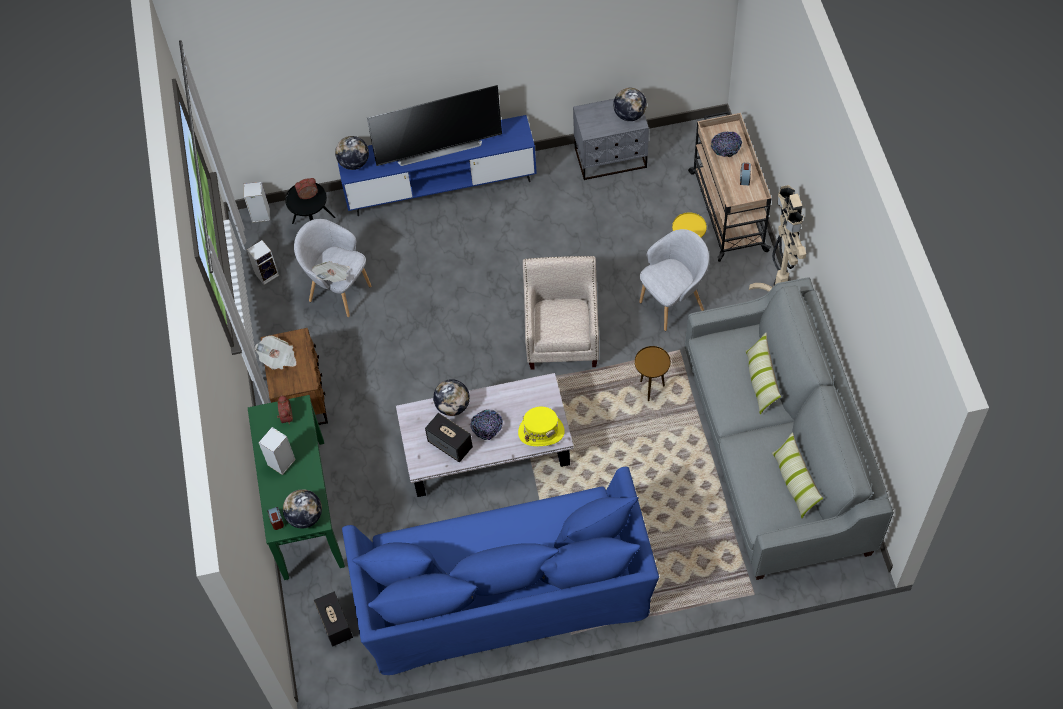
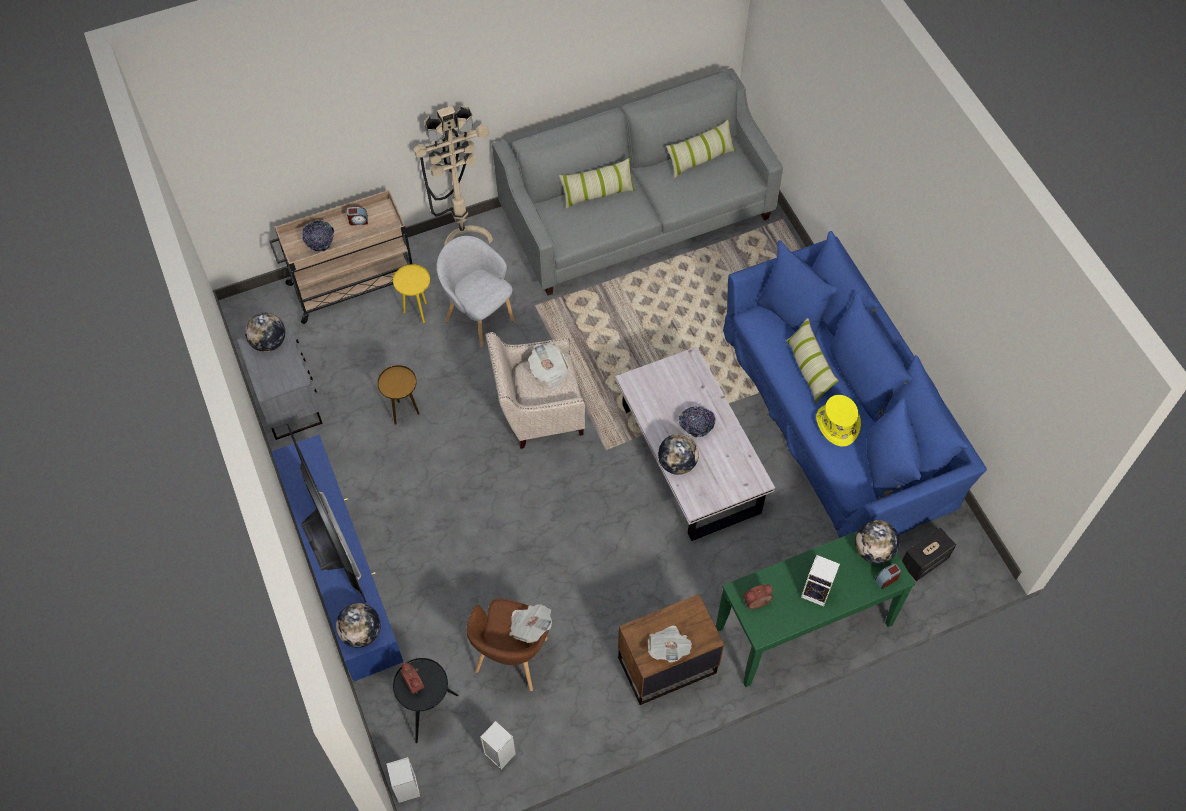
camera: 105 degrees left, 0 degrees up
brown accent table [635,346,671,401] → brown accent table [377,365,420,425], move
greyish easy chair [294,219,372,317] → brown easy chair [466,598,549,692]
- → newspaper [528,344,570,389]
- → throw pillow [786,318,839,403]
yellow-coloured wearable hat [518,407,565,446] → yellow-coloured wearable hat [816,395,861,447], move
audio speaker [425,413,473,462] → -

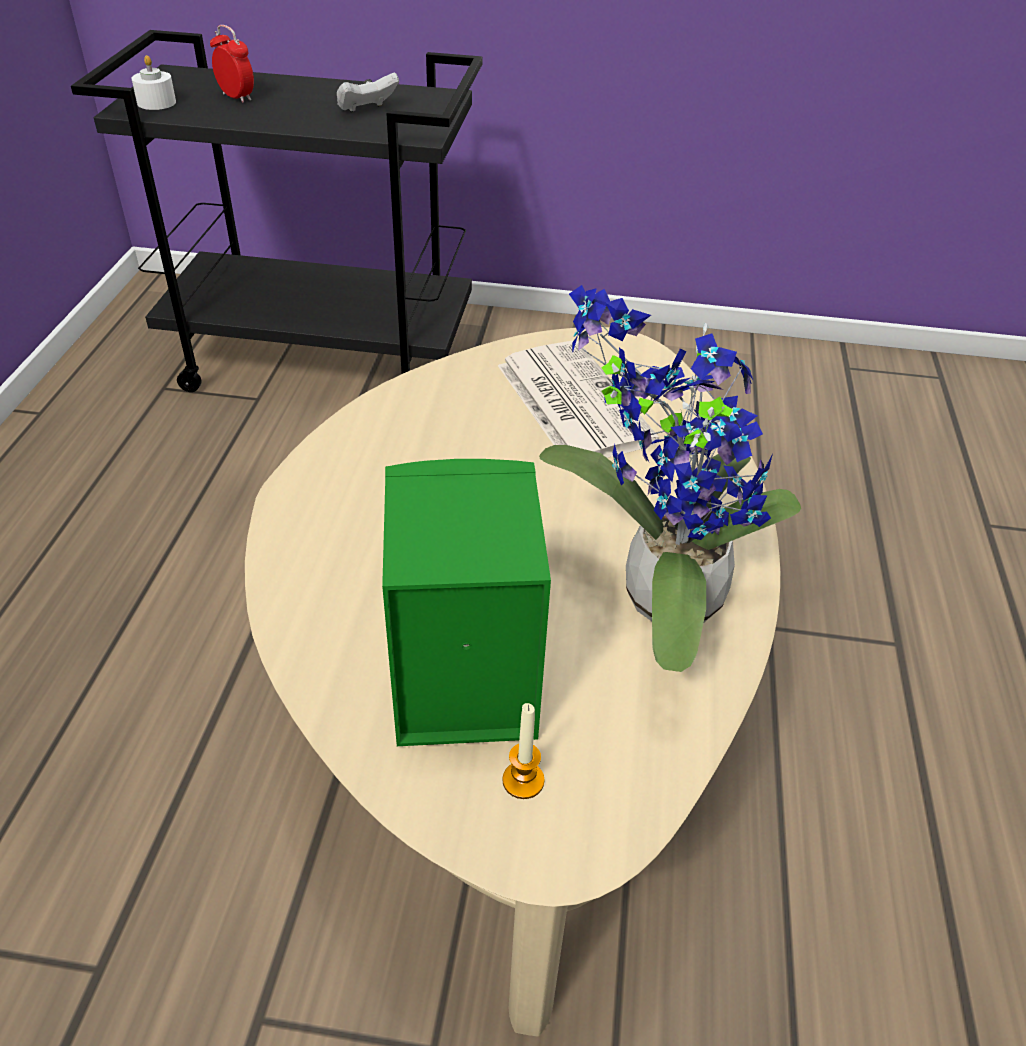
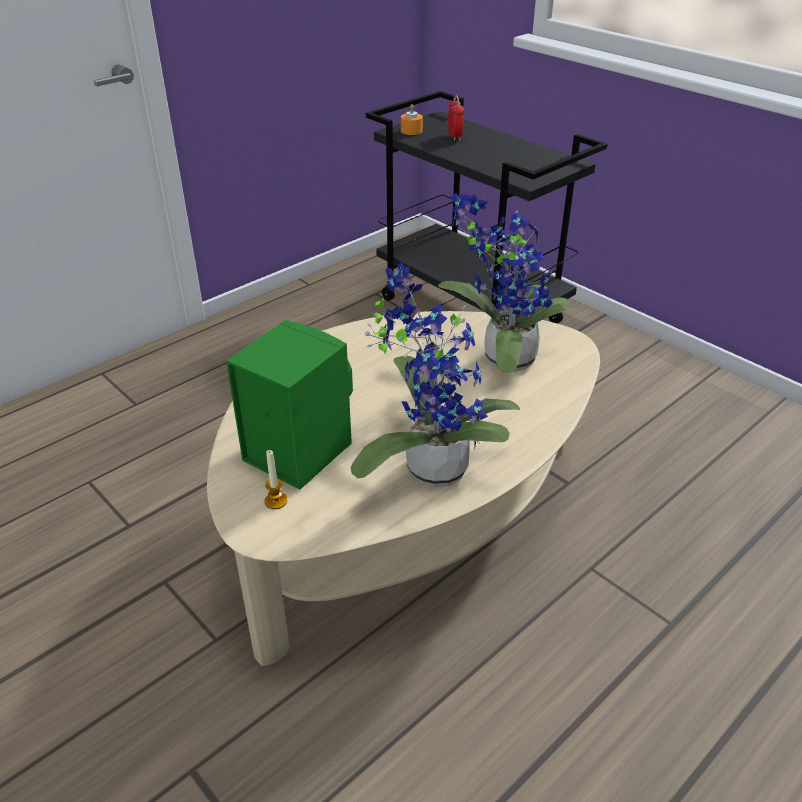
camera: 40 degrees right, 5 degrees down
whitish wax candle [132,55,176,110] → orange-coloured wax candle [401,104,423,135]
newspaper [498,341,659,458] → plant in a pot [438,193,572,373]
whitish gamepad [337,72,399,112] → -

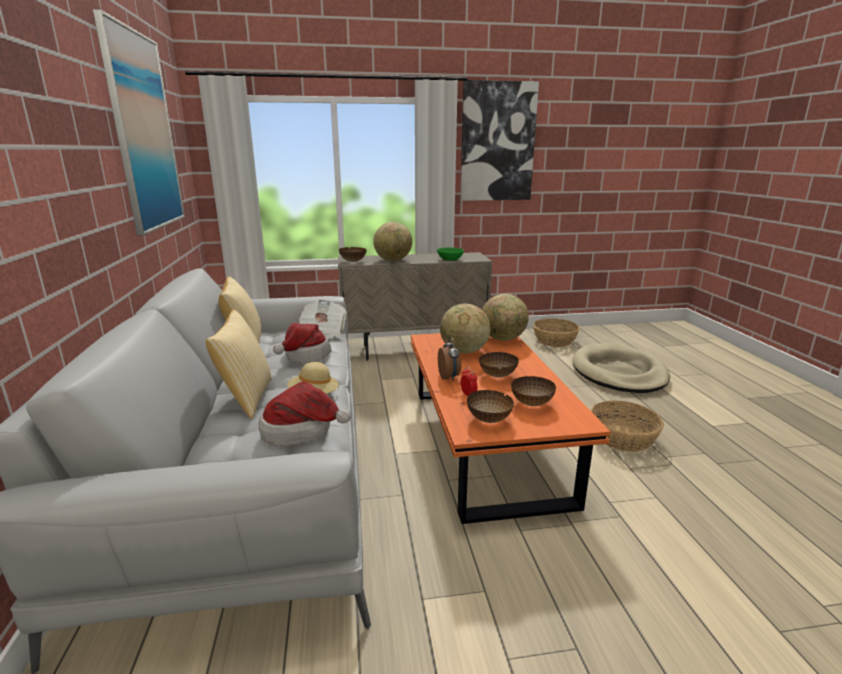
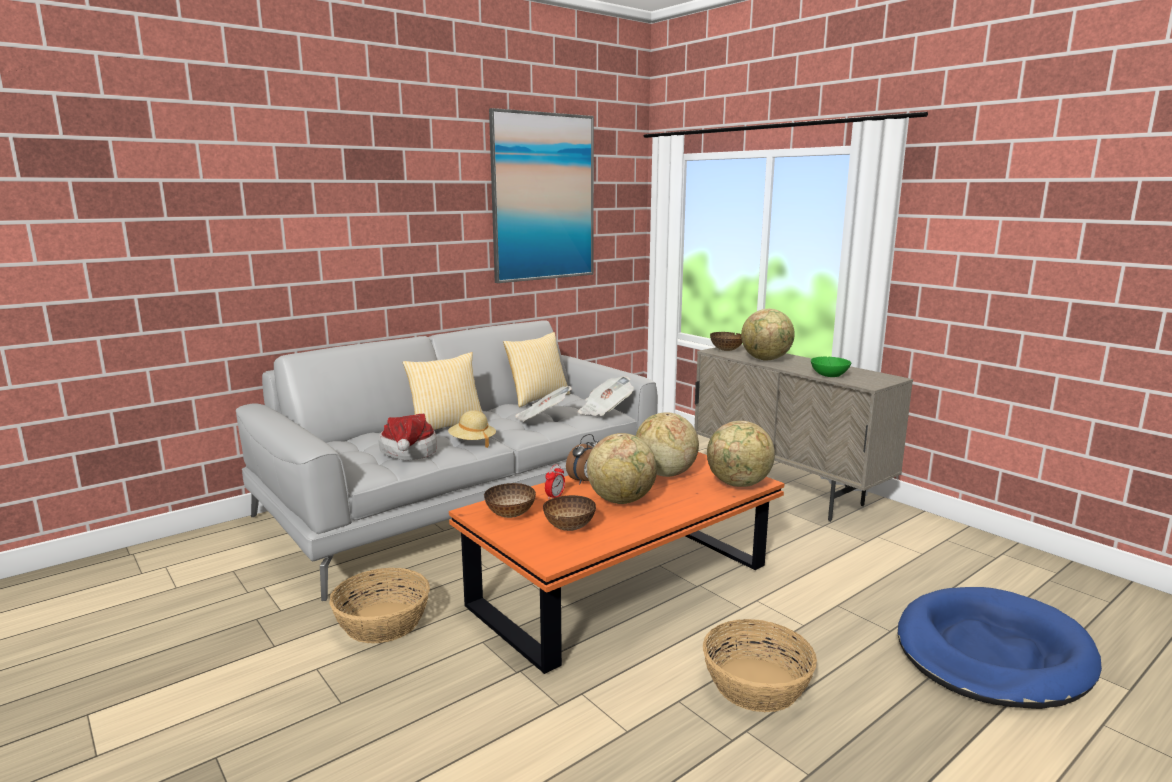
camera: 60 degrees right, 5 degrees down
basket [533,318,580,347] → basket [329,568,430,644], move
wearable hat [273,322,331,363] → newspaper [515,386,572,422]
bowl [479,352,519,377] → world globe [587,433,657,504]
sand-coloured dog bed [572,343,670,393] → bluish dog bed [898,587,1102,709]
wall picture [460,80,539,201] → -

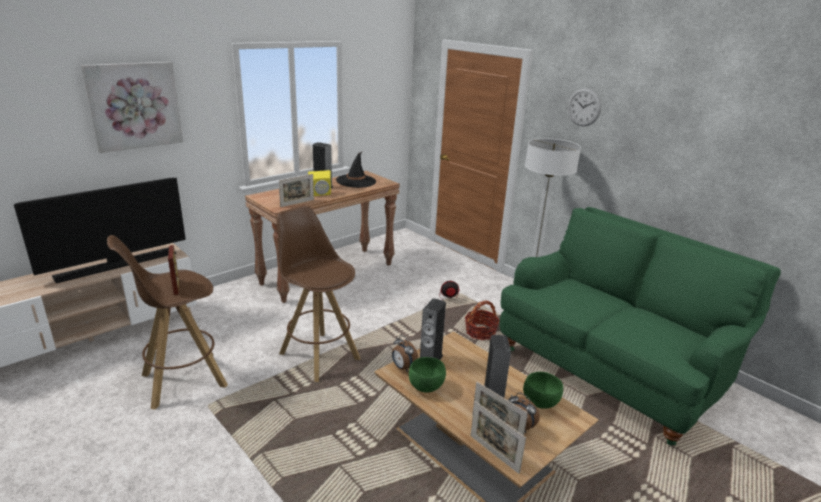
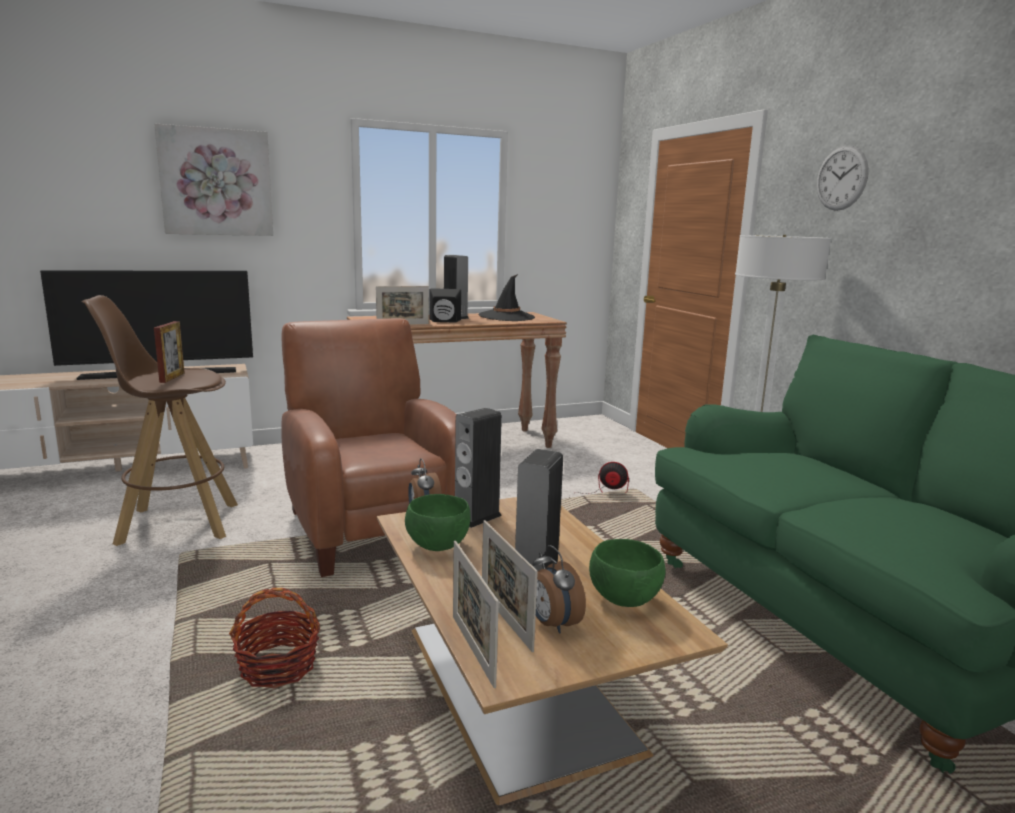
camera: 20 degrees right, 10 degrees down
basket [465,300,500,340] → basket [229,588,320,689], move
brown sitting stool [277,206,360,382] → brown easy chair [281,318,457,577]
yellow-coloured audio speaker [308,170,331,196] → blackish audio speaker [429,288,461,323]

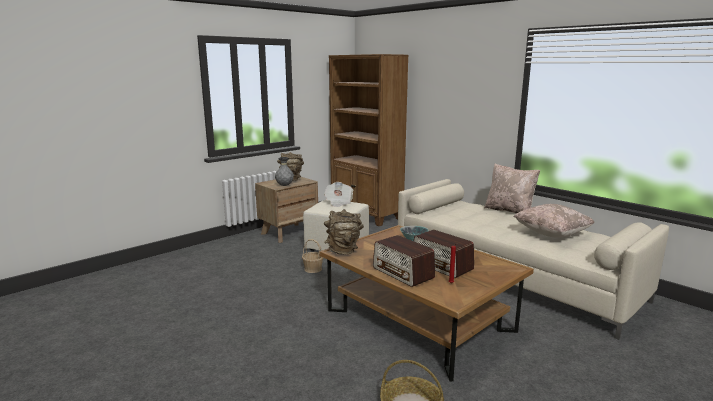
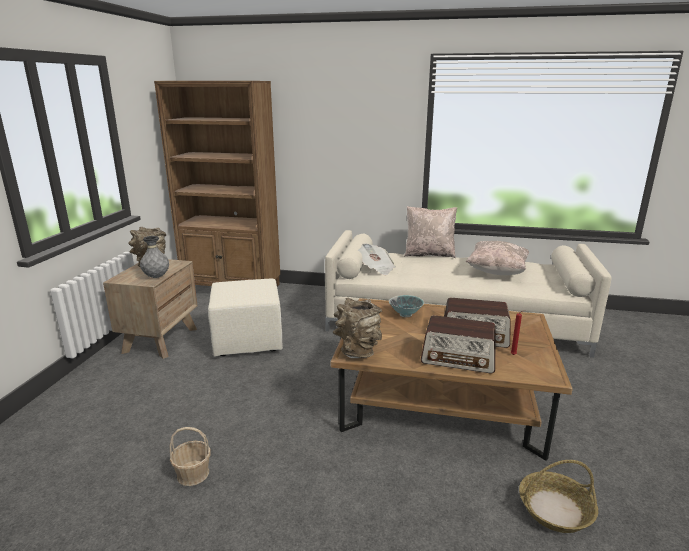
camera: 35 degrees left, 5 degrees up
basket [302,239,323,273] → basket [170,427,211,486], move
newspaper [324,182,353,207] → newspaper [358,243,396,275], move

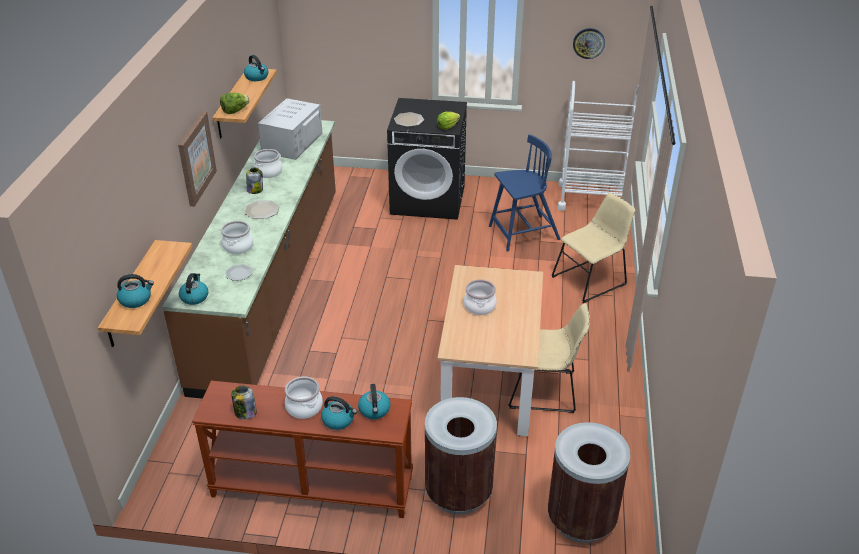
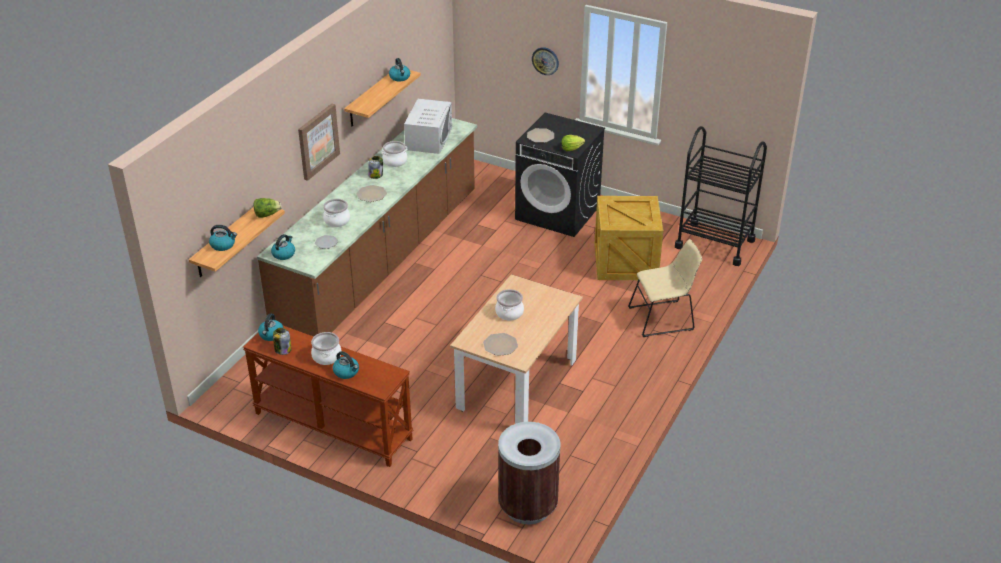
camera: 20 degrees right, 0 degrees up
lettuce head [220,93,250,114] → lettuce head [254,198,281,218], move
water kettle [358,384,391,419] → water kettle [258,314,284,341], move
whitish kitchen microwave [258,98,323,160] → whitish kitchen microwave [404,99,452,154], 150 degrees clockwise
- → plate [483,333,518,356]
wall clock [573,28,605,59] → wall clock [532,47,559,75], move
bluish chair [489,134,560,252] → crate [594,196,663,280]
whitish cart [557,81,639,211] → blackish cart [675,126,767,266]
brown trash can [425,397,497,515] → -
sand-coloured chair [508,303,590,413] → -

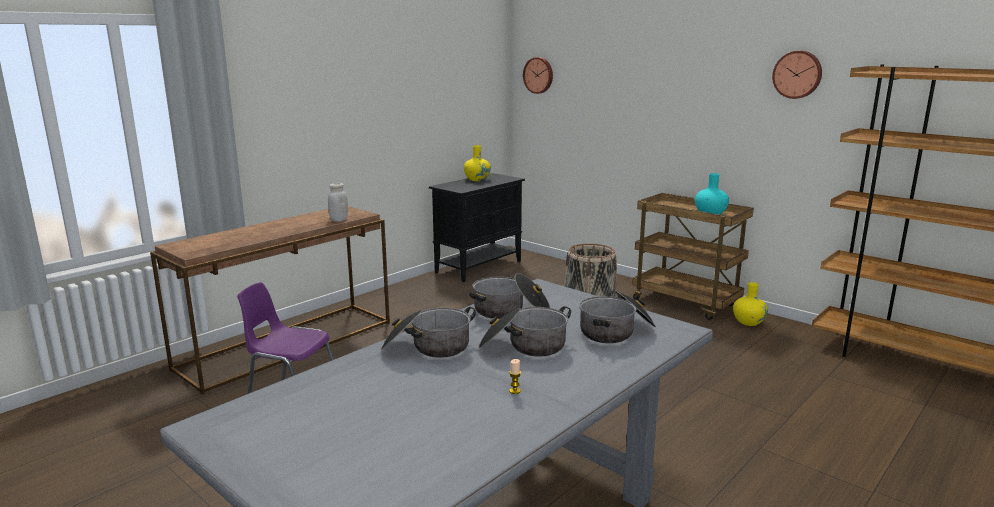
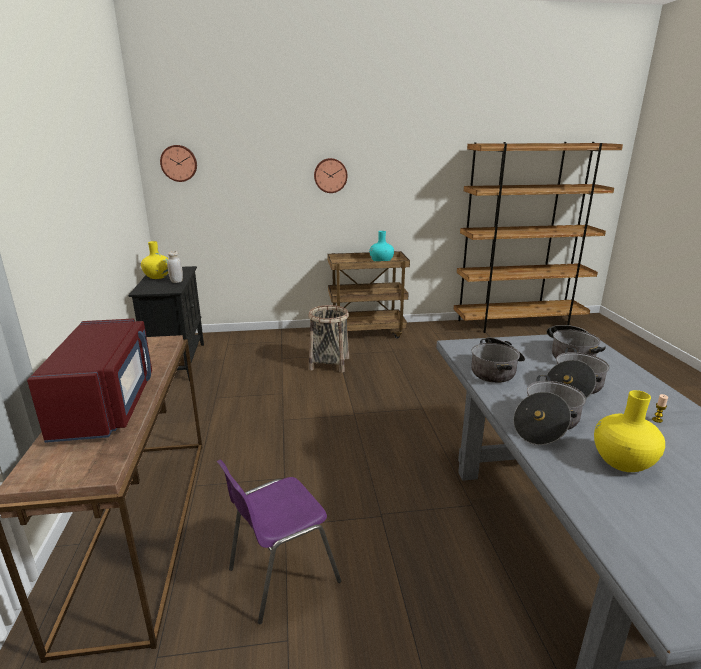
camera: 50 degrees left, 5 degrees up
- → red kitchen microwave [27,318,152,443]
whitish preserve jar [328,183,348,222] → whitish preserve jar [167,251,183,283], move
wall clock [772,51,822,99] → wall clock [314,158,347,193], move
yellow-coloured decorative vase [733,282,768,326] → yellow-coloured decorative vase [594,390,665,472], move

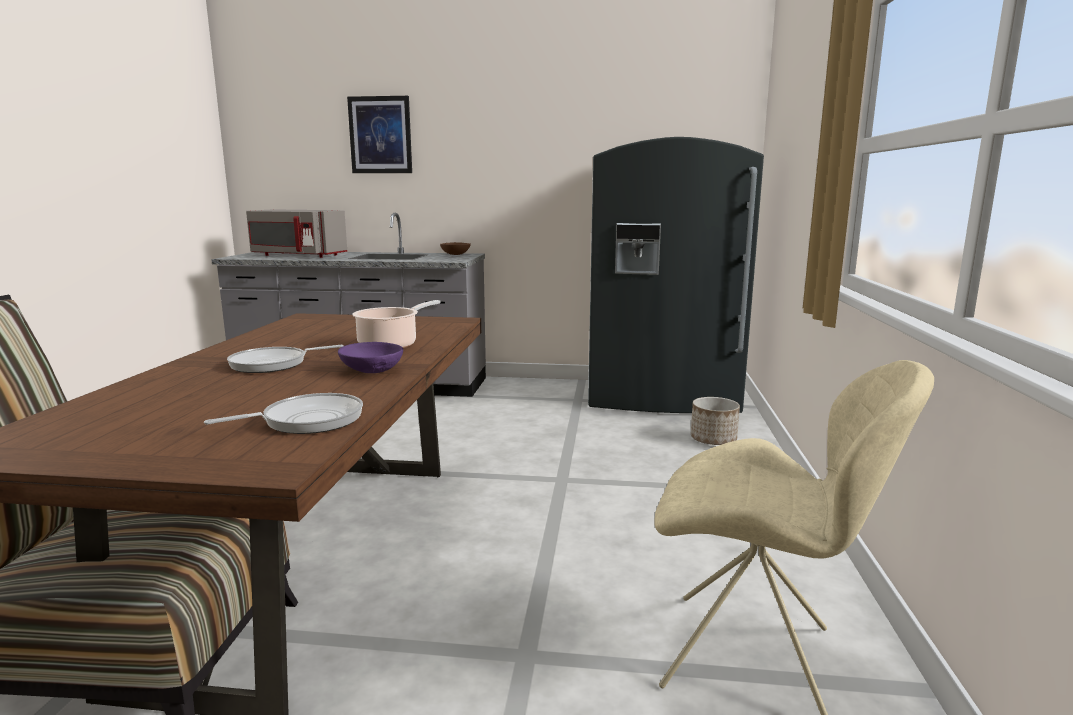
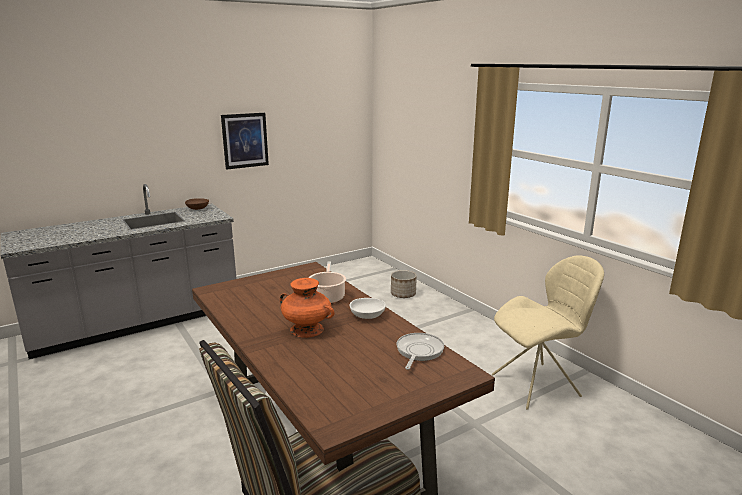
camera: 40 degrees left, 5 degrees up
wall picture [347,96,412,173] → wall picture [221,113,269,170], move
frying pan [227,345,344,373] → orange-coloured decorative vase [280,278,334,338]
purple bowl [338,342,403,373] → whitish bowl [350,298,386,319]
greyish kitchen microwave [246,210,347,258] → -
greyish fridge [588,137,764,413] → -

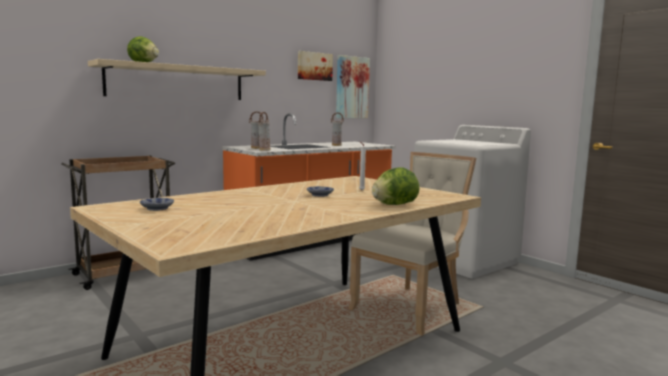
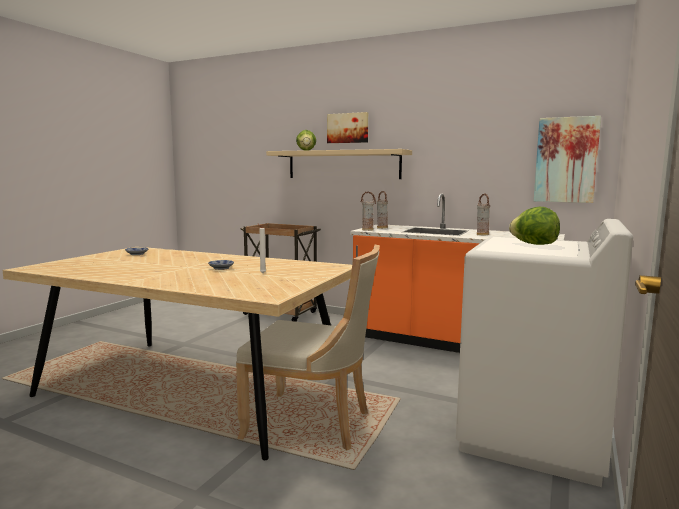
camera: 65 degrees right, 0 degrees up
wall picture [298,51,333,81] → wall picture [327,112,368,143], move
lettuce head [372,167,419,205] → lettuce head [509,207,560,245], move

